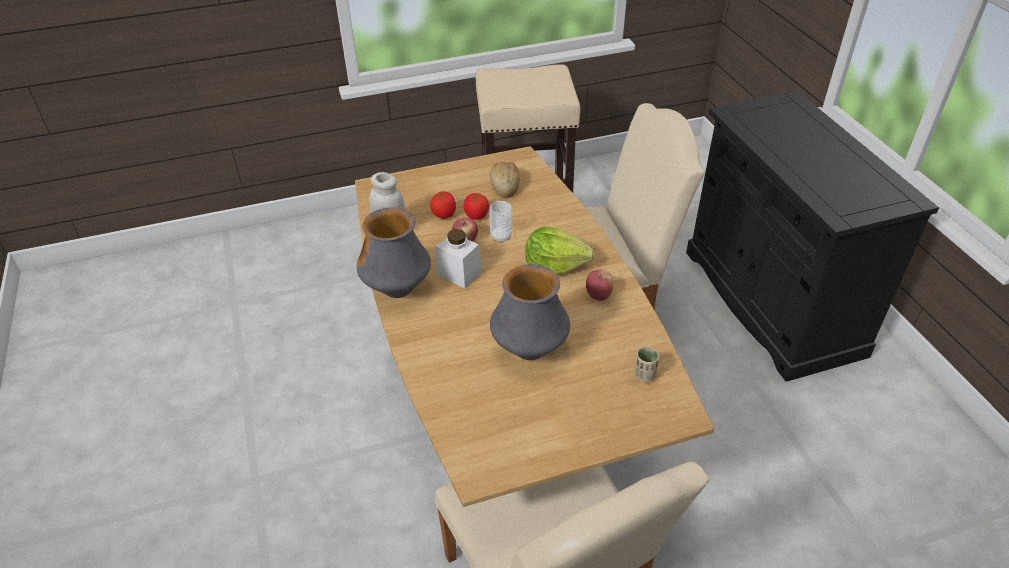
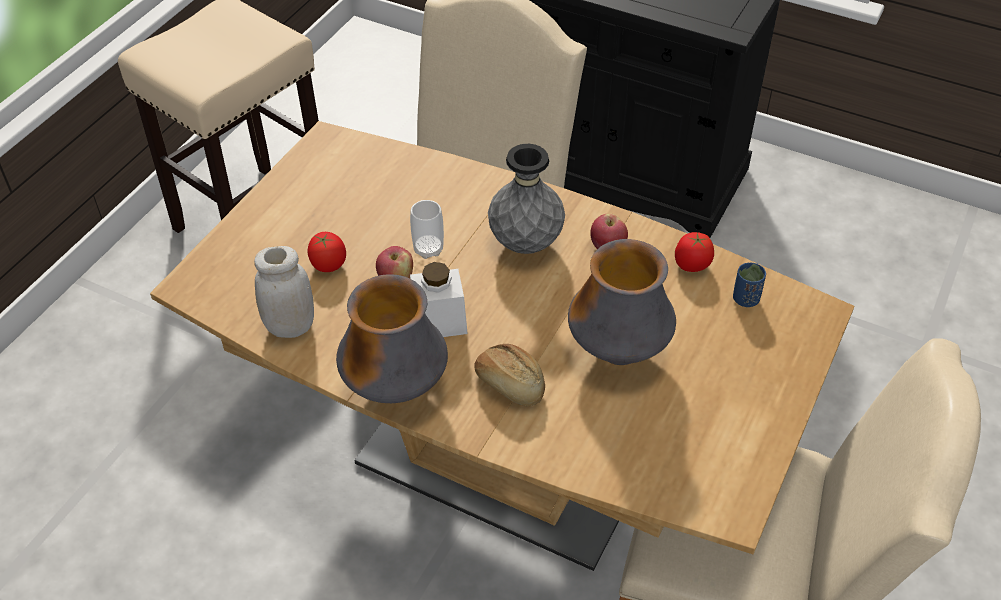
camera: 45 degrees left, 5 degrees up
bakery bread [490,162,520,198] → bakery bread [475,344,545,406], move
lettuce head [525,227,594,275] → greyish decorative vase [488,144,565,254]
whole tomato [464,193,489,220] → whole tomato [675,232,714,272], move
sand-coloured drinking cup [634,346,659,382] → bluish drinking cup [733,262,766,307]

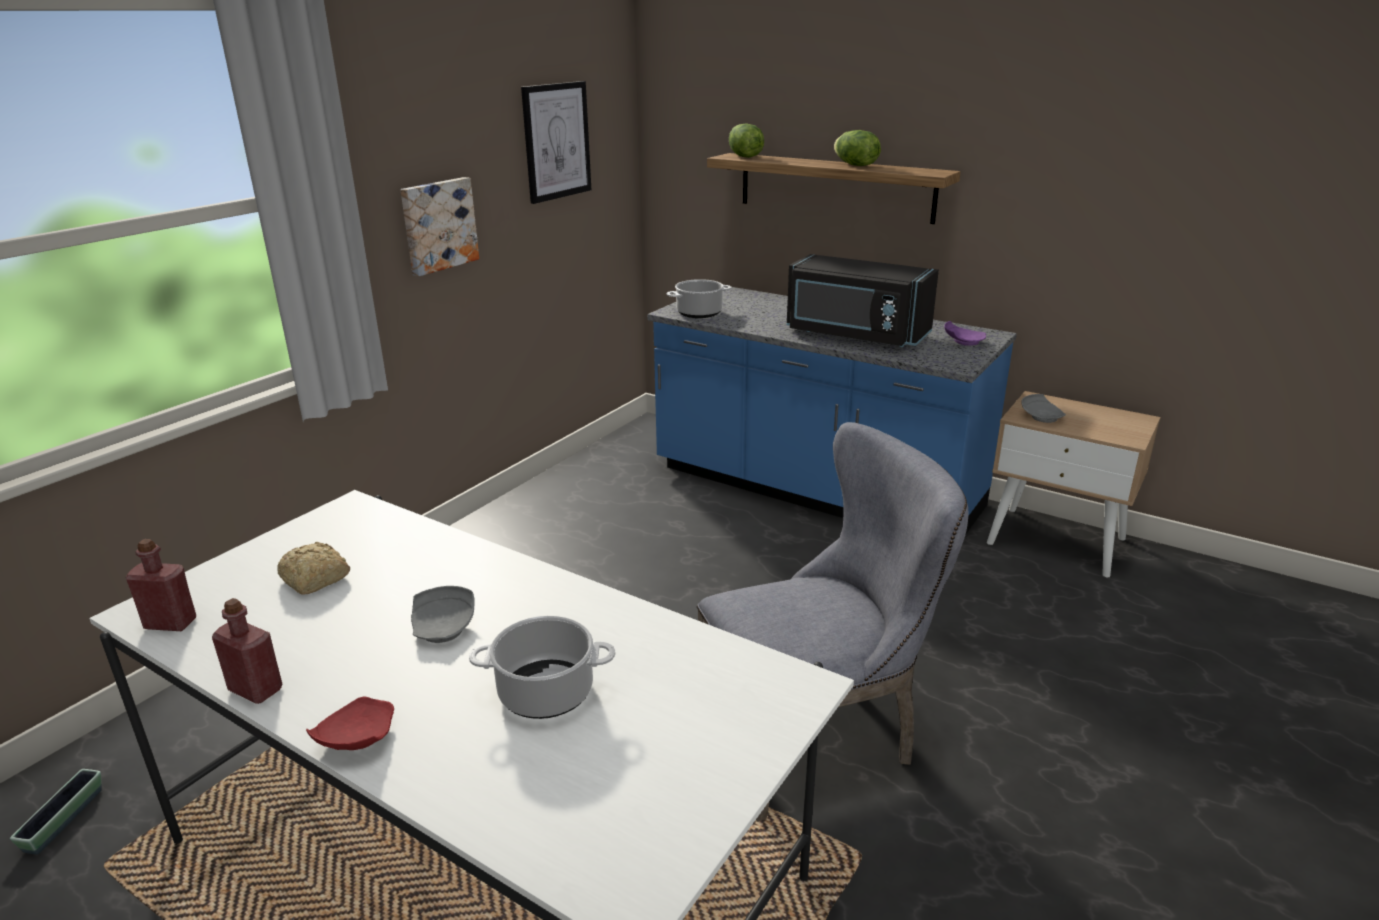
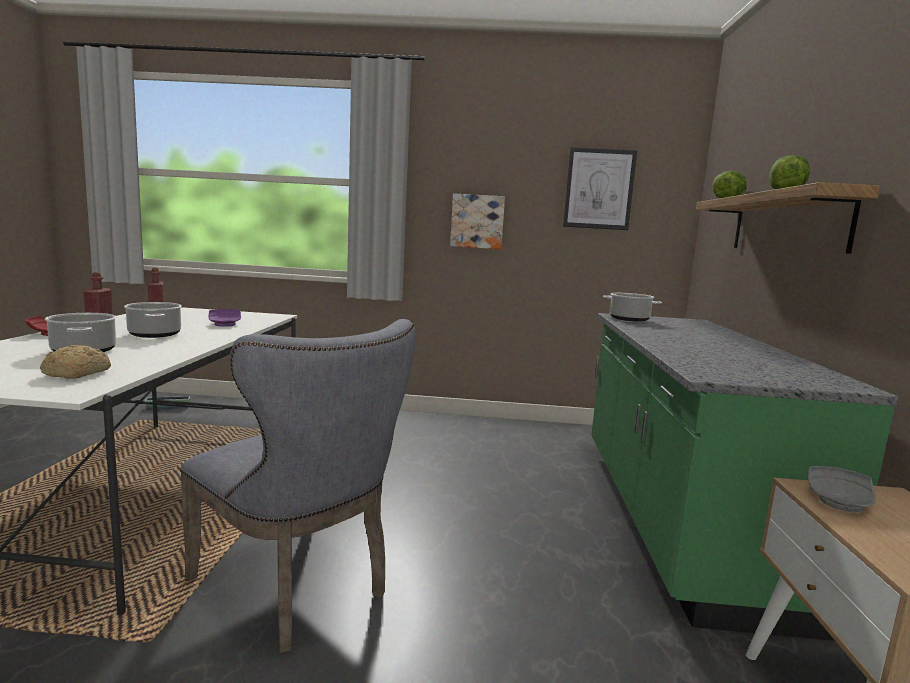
camera: 60 degrees right, 15 degrees down
bakery bread [277,542,350,595] → bakery bread [40,344,111,379], move
greyish plate [411,586,475,643] → cooking pot [124,302,182,338]
purple plate [944,321,986,346] → purple plate [208,309,241,327], move
bluish counter [647,287,1017,534] → green counter [591,313,899,641]
blackish kitchen microwave [787,254,939,347] → -

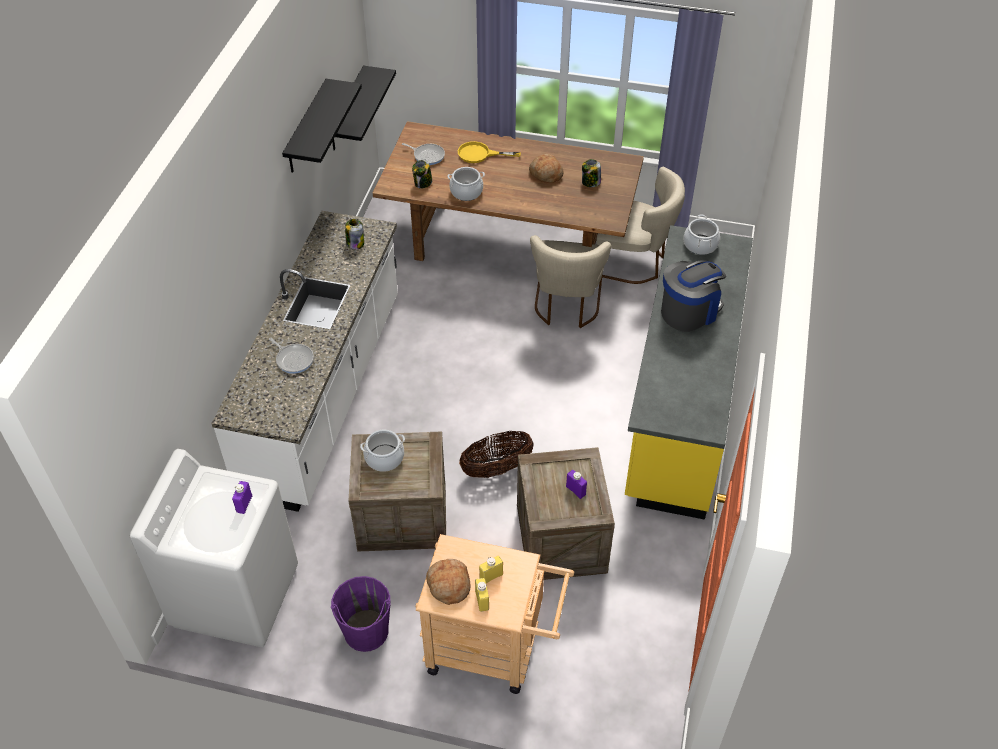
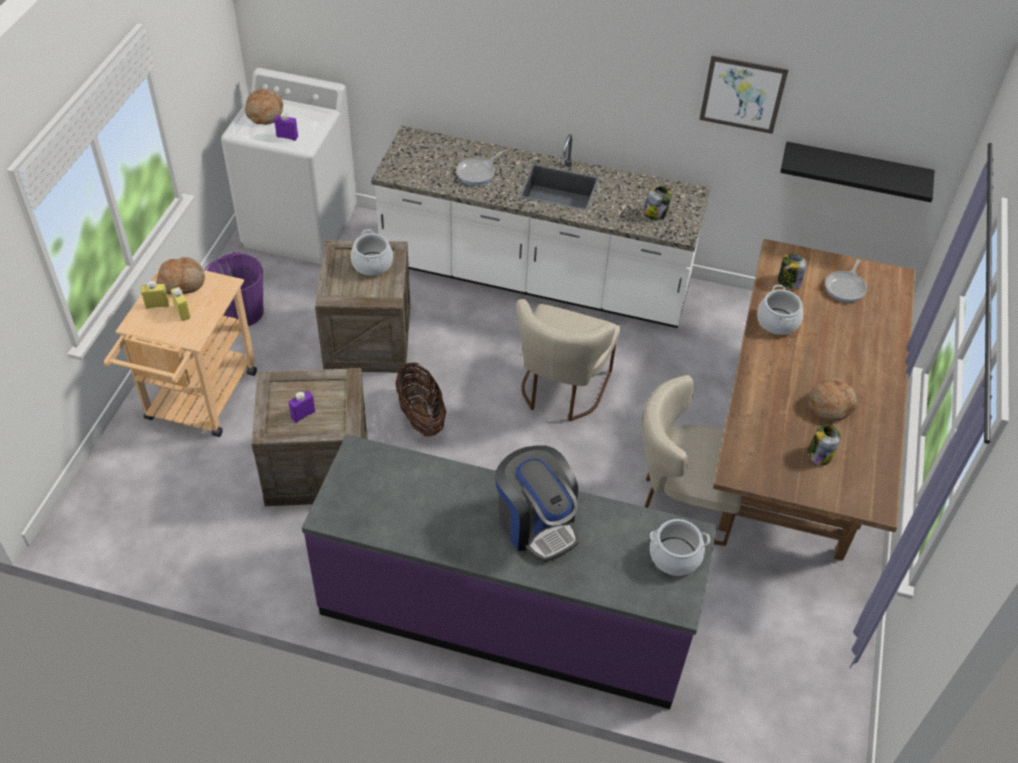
camera: 90 degrees right, 0 degrees up
- → bakery bread [245,89,283,125]
yellow-coloured counter [625,225,753,520] → purple counter [302,434,717,709]
sand-coloured chair [596,167,685,284] → sand-coloured chair [516,299,621,421], move
blackish shelf [282,79,362,173] → wall picture [699,55,789,134]
yellow-coloured frying pan [458,141,521,163] → -

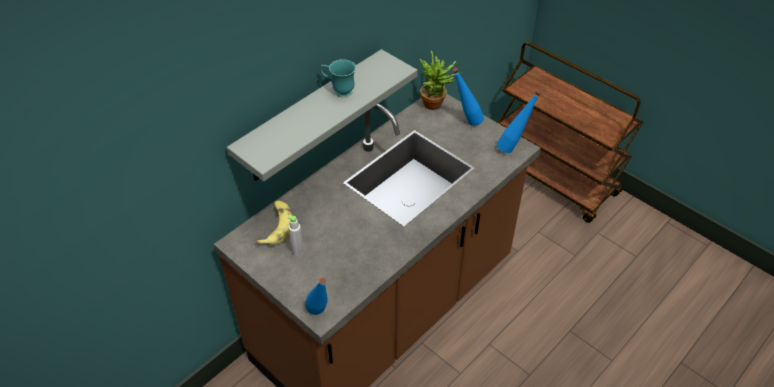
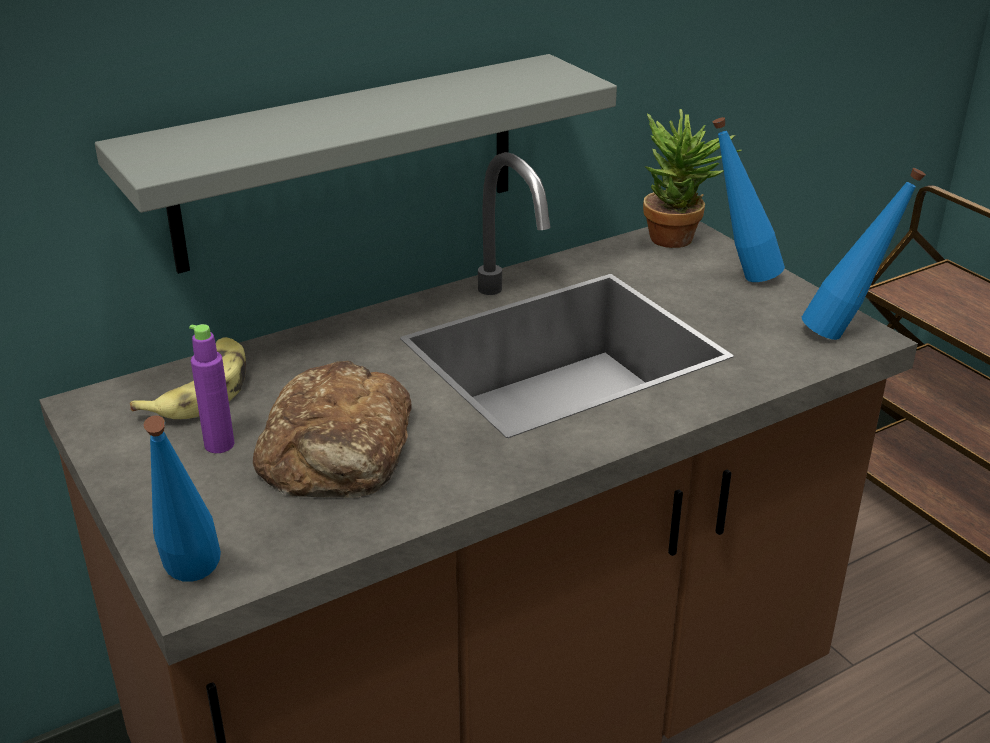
camera: 15 degrees right, 15 degrees down
greyish drink bottle [288,216,304,257] → purple drink bottle [189,324,235,453]
- → bakery bread [253,361,412,498]
turquoise tea mug [320,59,356,97] → -

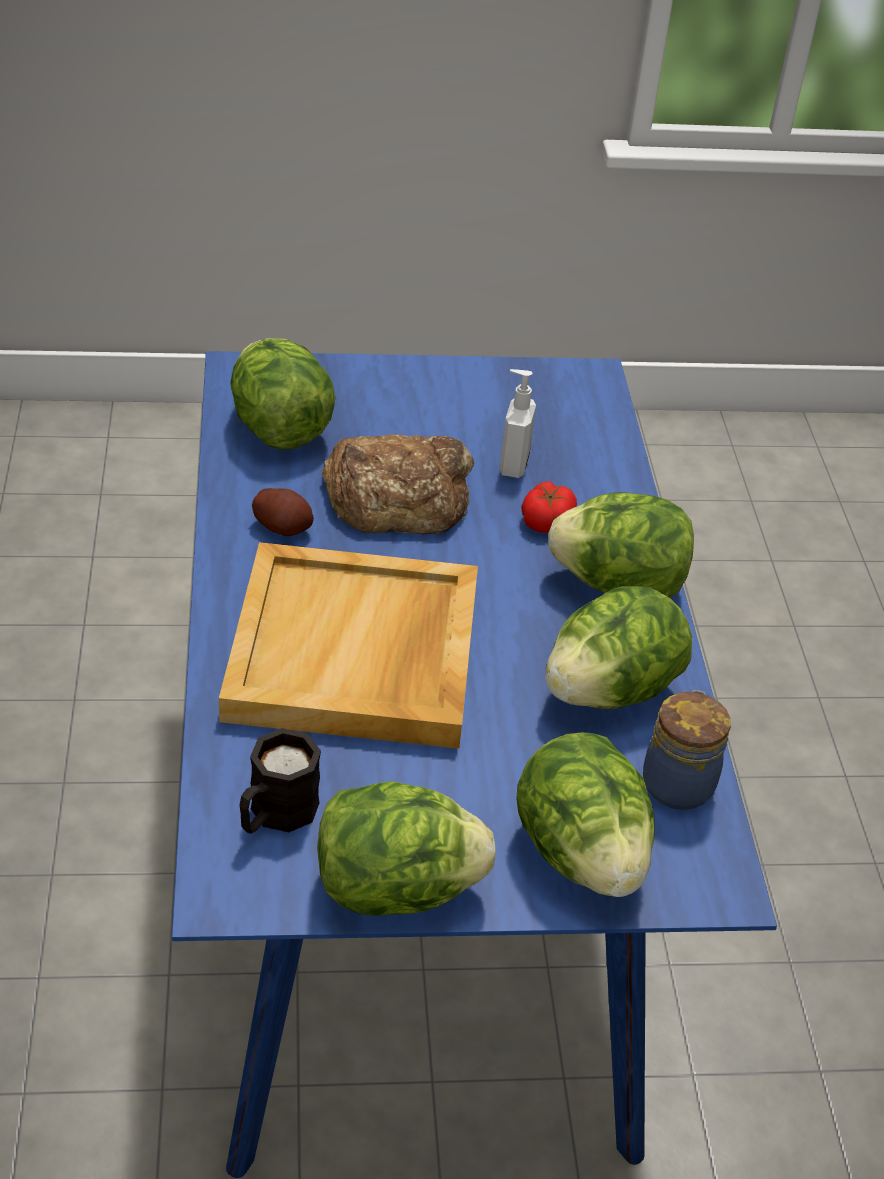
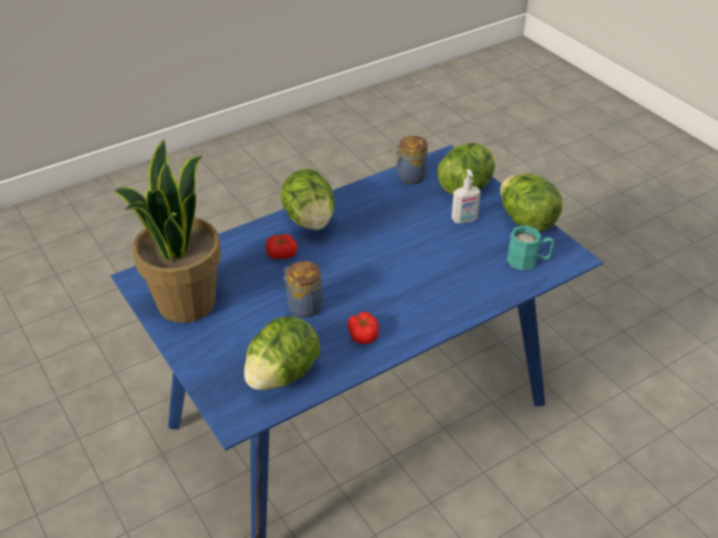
camera: 115 degrees left, 0 degrees up
- → plant in a pot [114,140,221,323]
bakery bread [321,434,474,534] → preserve jar [284,261,323,318]
potato [252,488,314,536] → whole tomato [348,312,379,344]
soap bottle [499,369,536,478] → soap bottle [451,169,481,224], move
blackish tea mug [240,728,321,834] → turquoise tea mug [507,225,554,271]
sand-coloured serving tray [219,542,478,749] → -
lettuce head [546,586,692,709] → -

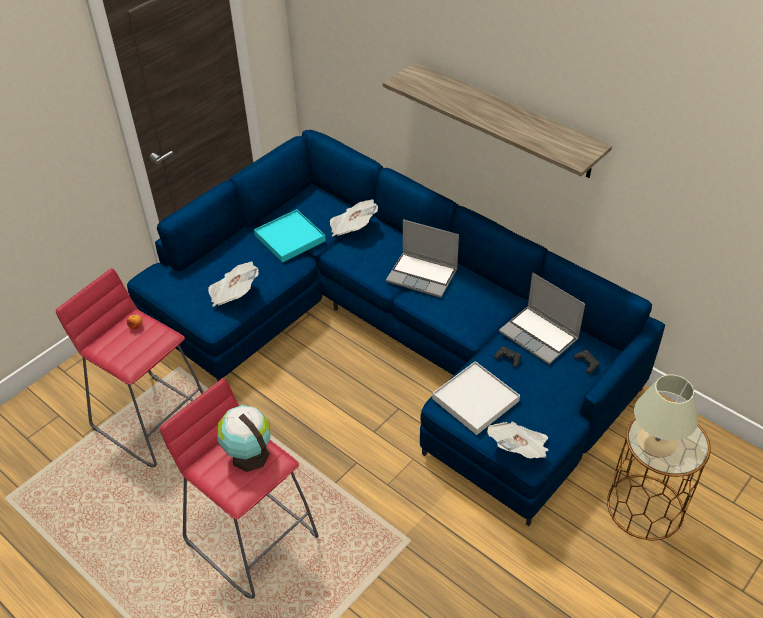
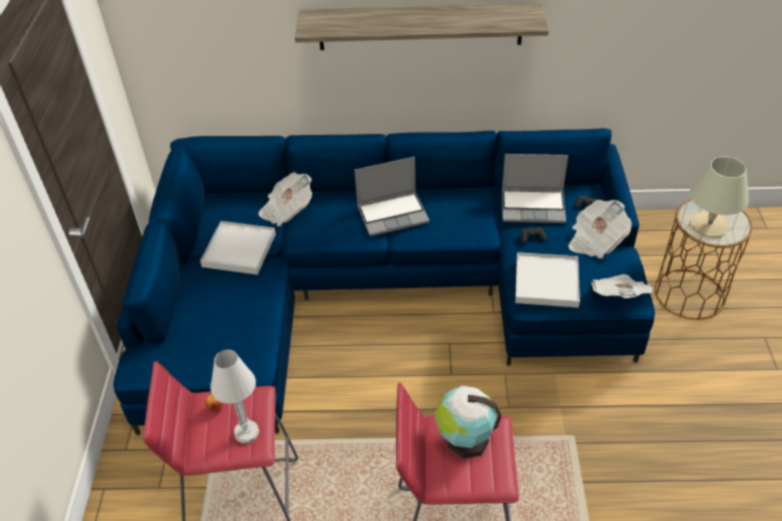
camera: 40 degrees left, 0 degrees up
turquoise serving tray [254,209,326,263] → whitish serving tray [200,221,276,275]
- → whitish lamp for a table [210,350,259,443]
newspaper [208,262,259,307] → newspaper [568,200,632,259], move

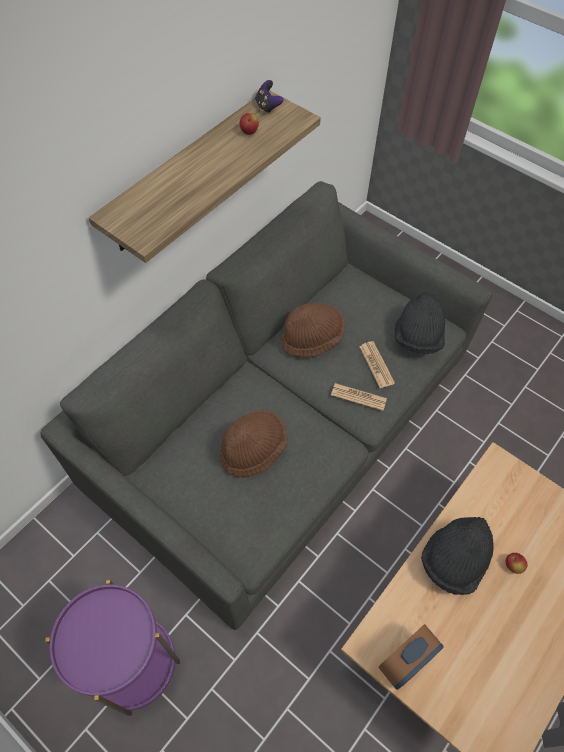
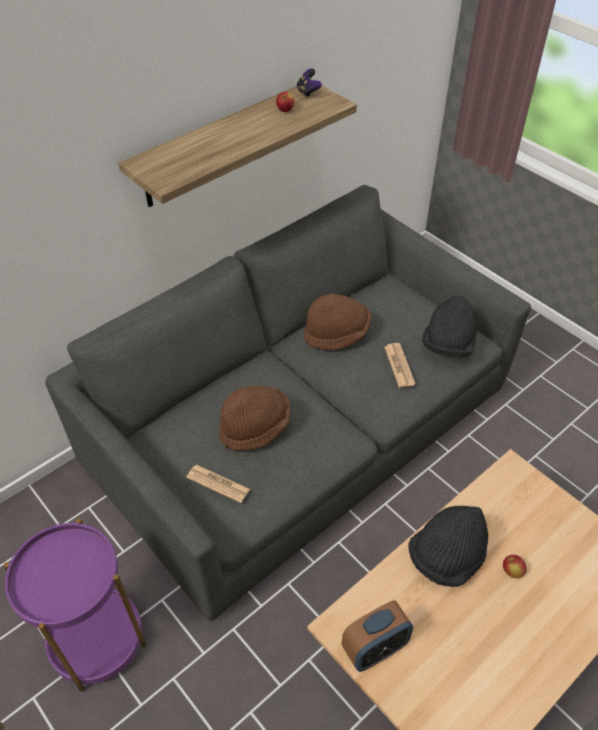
camera: 10 degrees right, 10 degrees down
newspaper [331,383,387,411] → newspaper [186,465,250,503], move

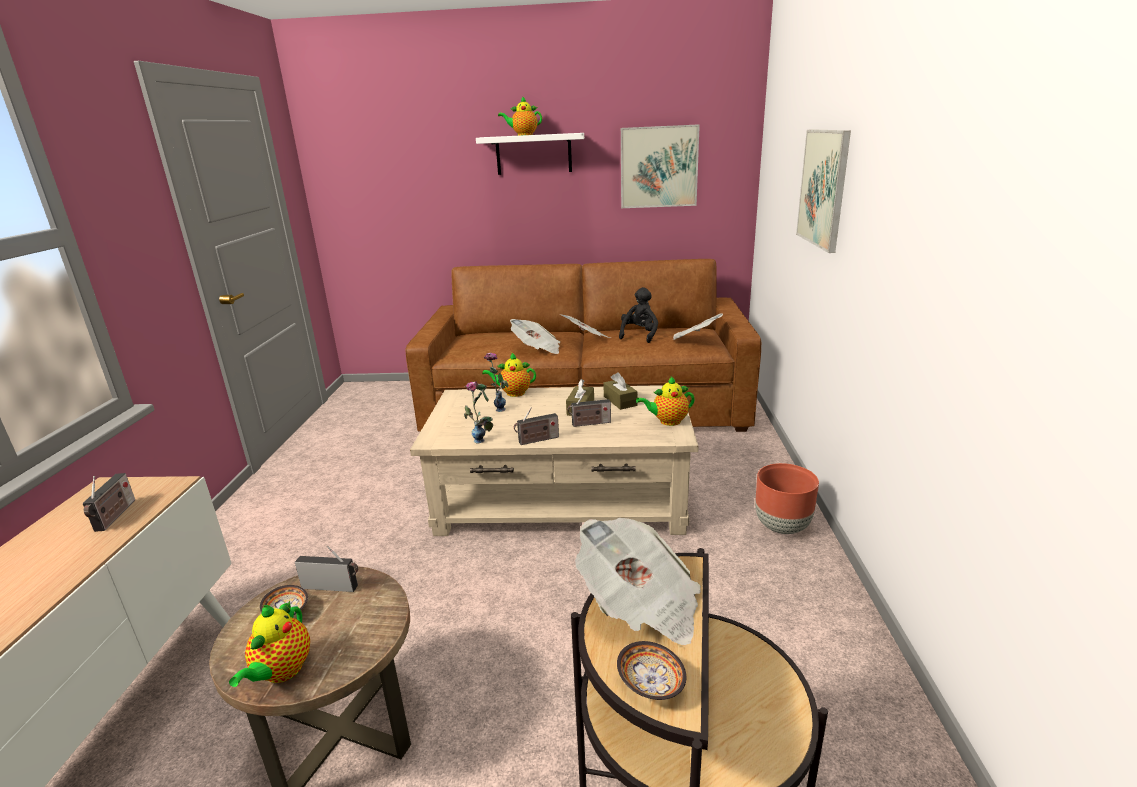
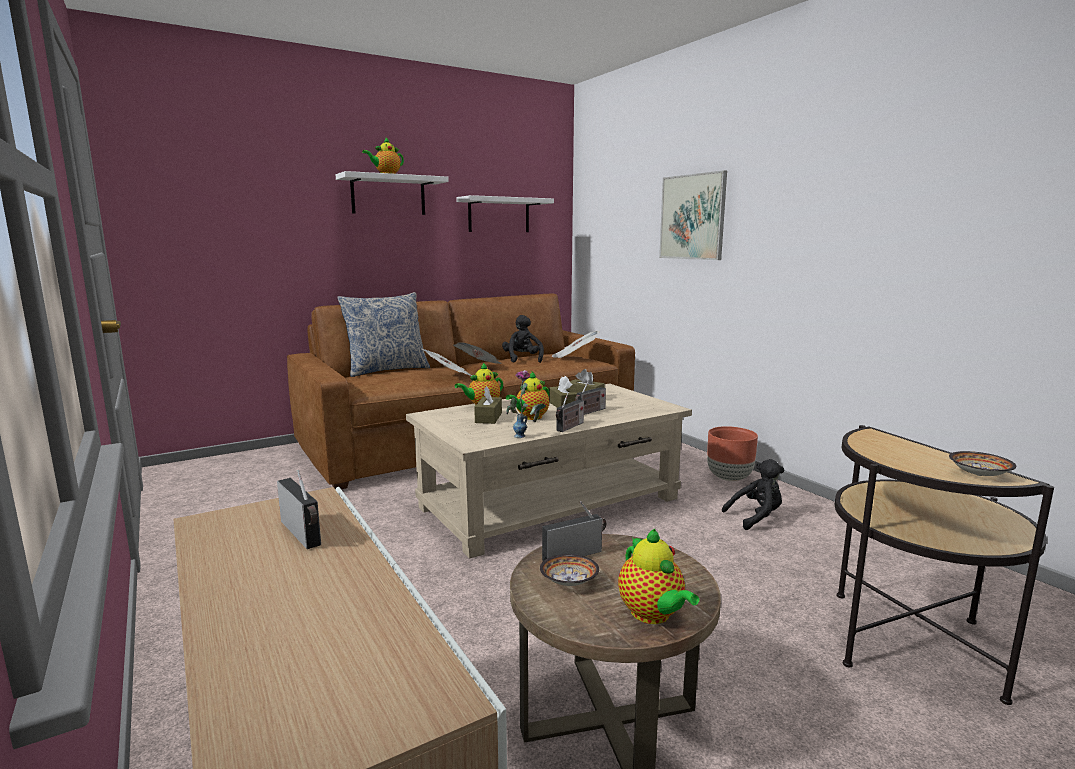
camera: 35 degrees left, 10 degrees down
- → throw pillow [337,292,430,377]
wall picture [621,124,700,208] → whitish shelf [456,195,554,232]
decorative vase [476,353,509,412] → brown tissue holder [474,386,502,424]
tea pot [636,376,695,426] → tea pot [506,371,549,420], move
- → blackish cuddly toy [722,459,785,530]
newspaper [575,518,701,645] → -

